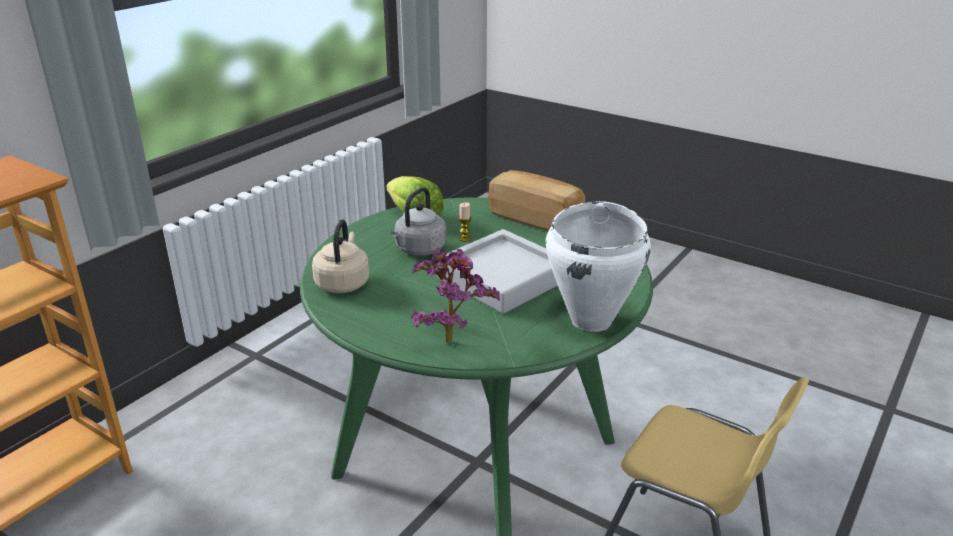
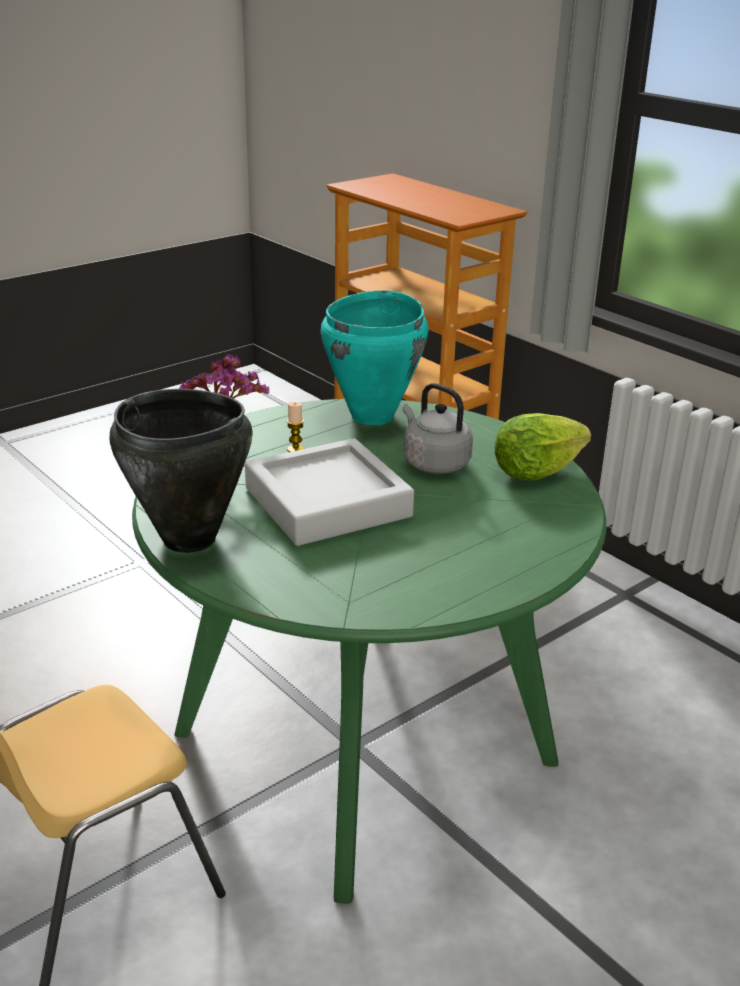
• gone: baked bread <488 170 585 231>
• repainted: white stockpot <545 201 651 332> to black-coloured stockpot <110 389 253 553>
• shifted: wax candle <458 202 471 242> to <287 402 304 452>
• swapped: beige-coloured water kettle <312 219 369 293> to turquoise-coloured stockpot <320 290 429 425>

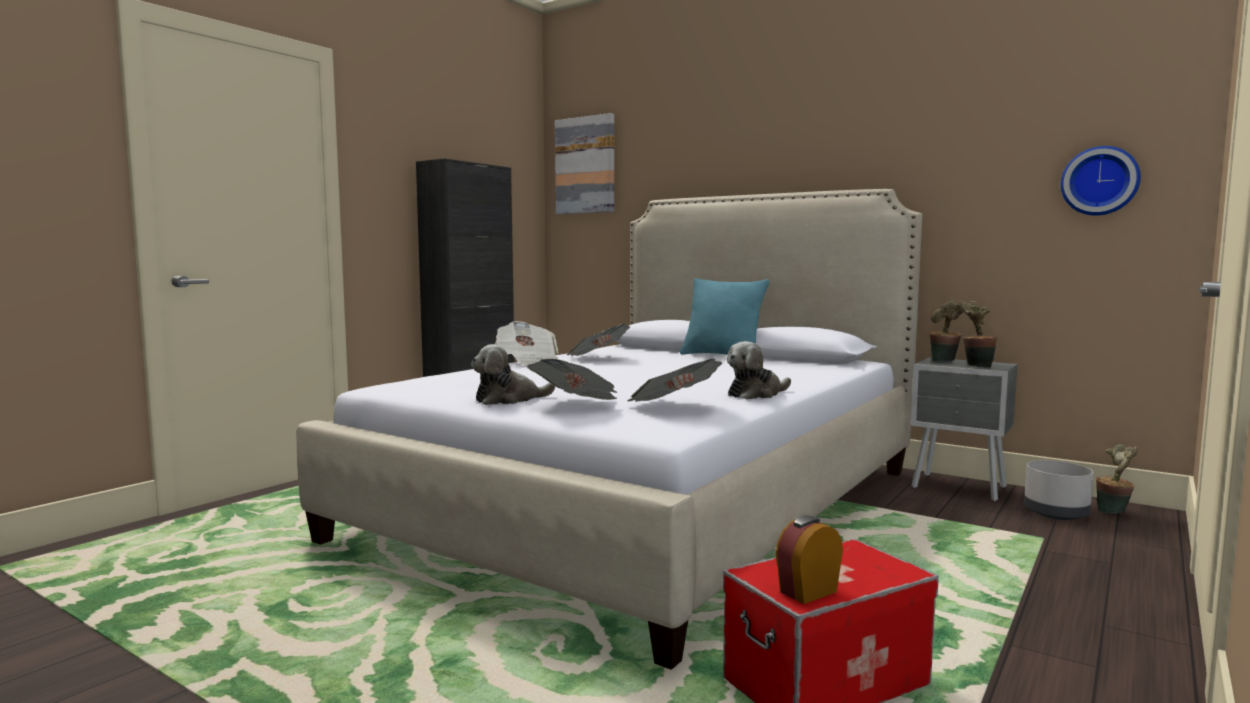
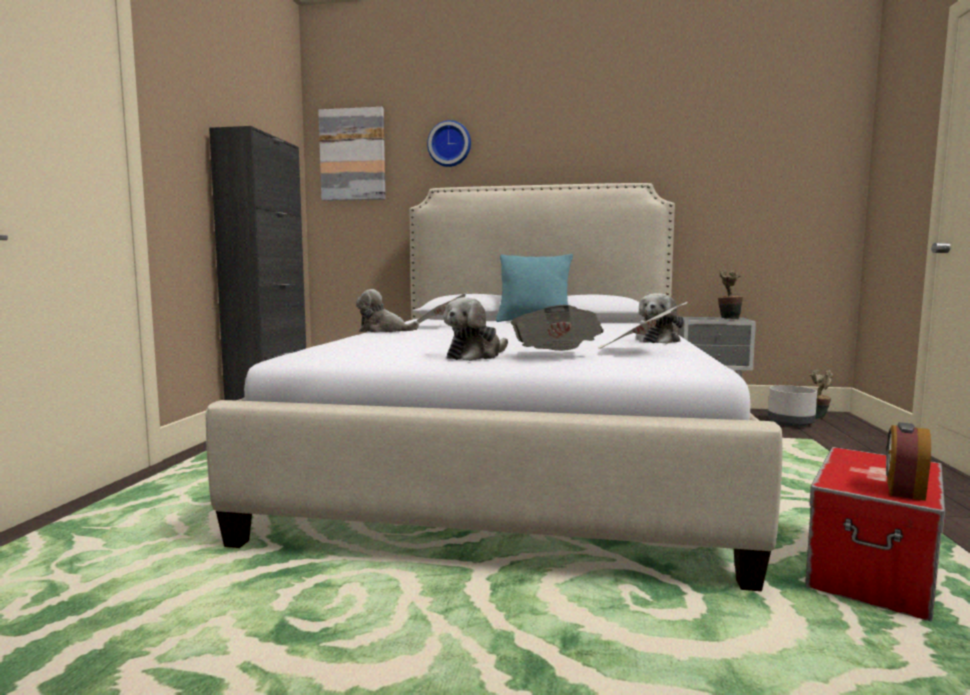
• shifted: clock on the wall <1061 146 1141 215> to <427 120 471 167>
• gone: potted plant <929 300 964 362>
• swapped: daily paper <495 321 558 366> to soft toy <356 289 419 332>

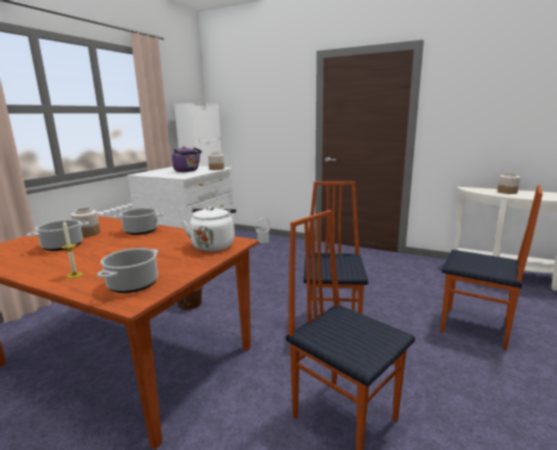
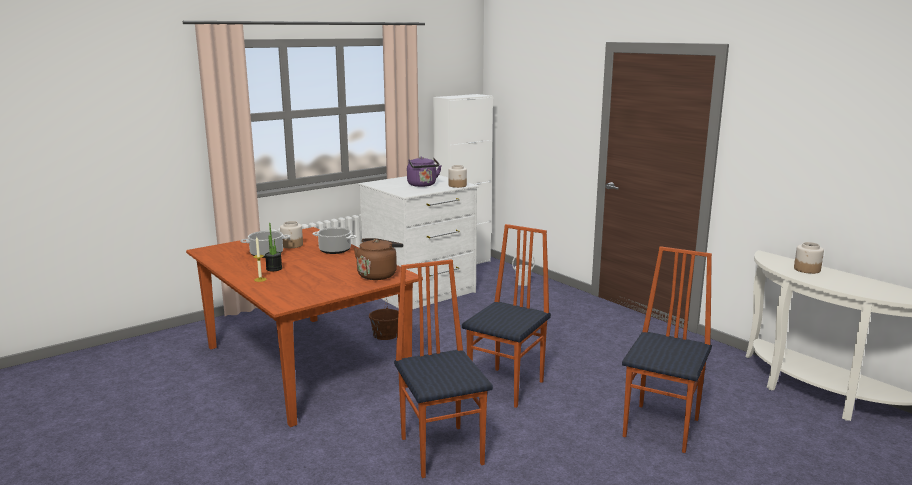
• rotated: plain chair <440 185 543 350> = <622 246 712 453> 120 degrees counterclockwise
• repainted: white water kettle <181 207 236 252> to brown-coloured water kettle <354 238 403 280>
• gone: stockpot <97 248 158 293>
• new: potted plant <265 223 282 271>

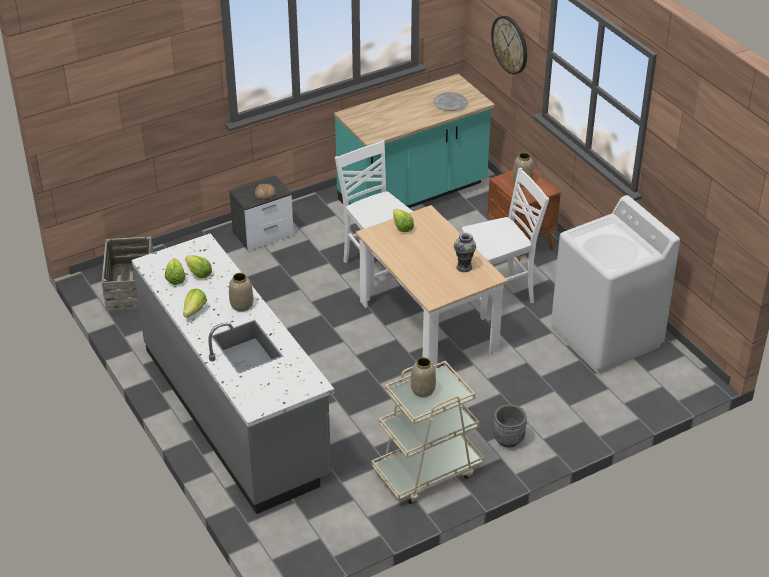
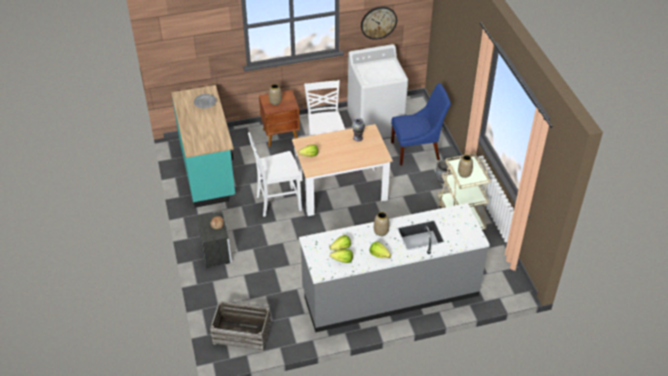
• shifted: clock on the wall <491 16 527 74> to <361 6 397 40>
• new: blue plain chair <391 83 451 166>

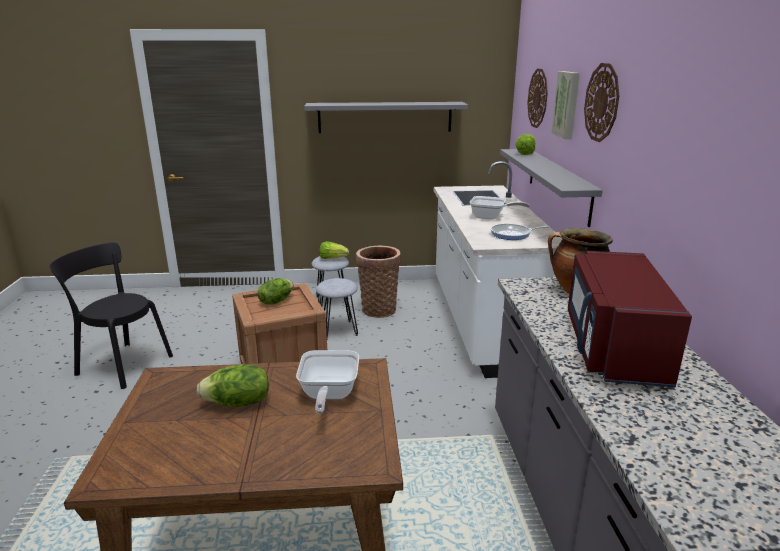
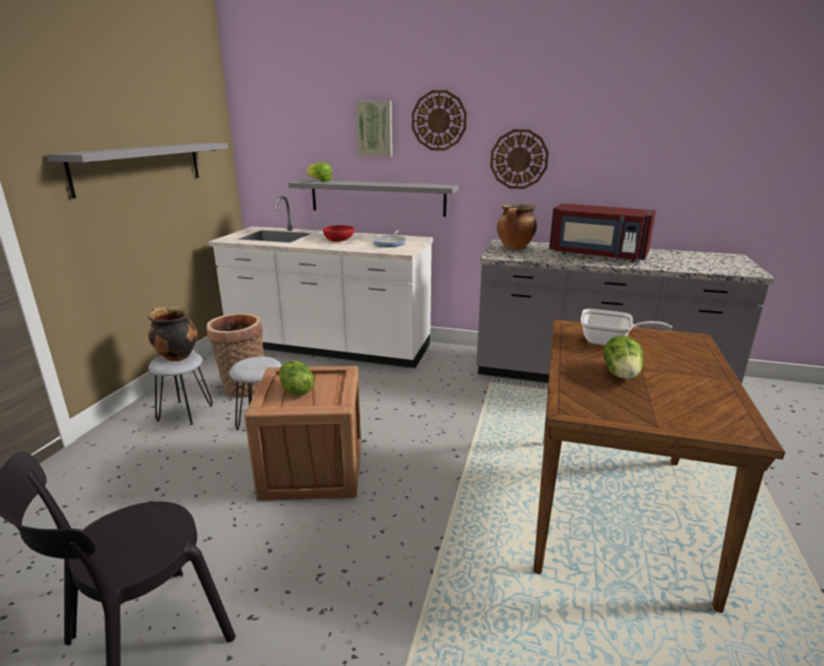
• shifted: clock on the wall <527 68 548 128> to <490 129 549 189>
• swapped: pan <470 196 530 220> to reddish bowl <323 225 354 242>
• swapped: lettuce <319 241 349 259> to stockpot <148 307 198 361>

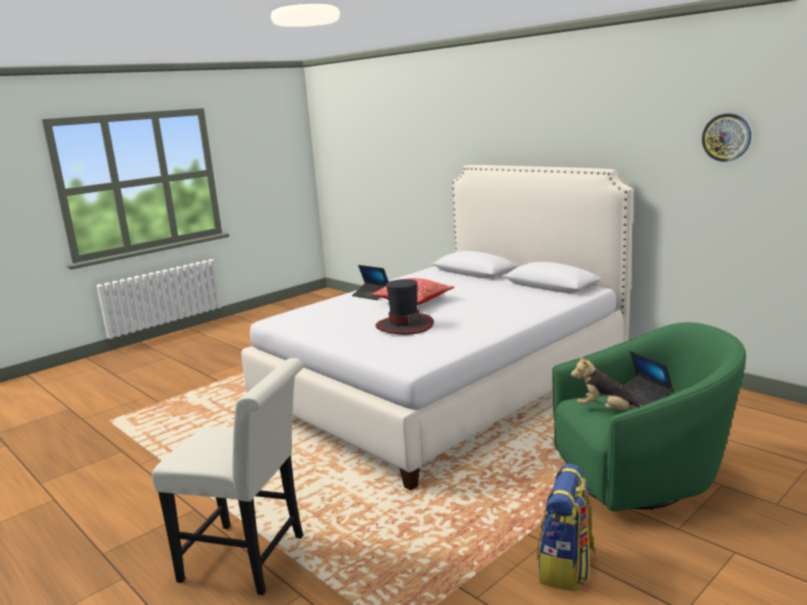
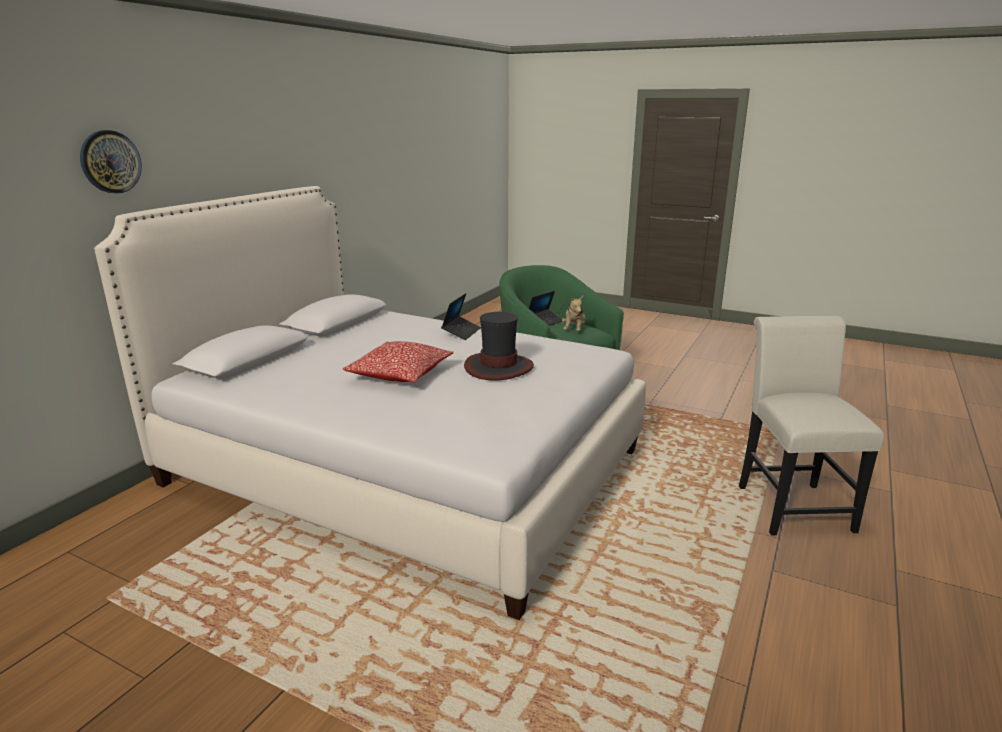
• shifted: clock on the wall <702 113 751 162> to <80 130 142 194>
• shifted: laptop <352 265 389 300> to <441 293 481 340>
• gone: rucksack <537 464 595 592>

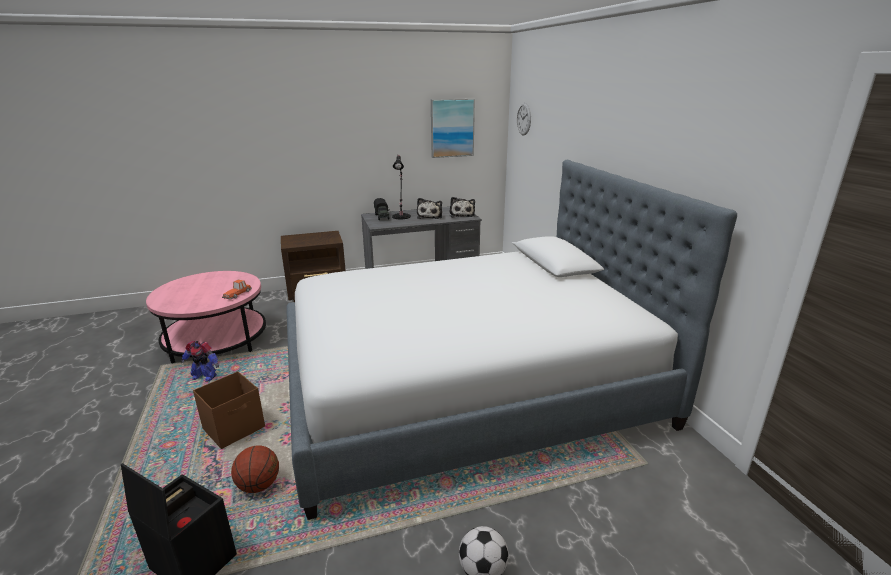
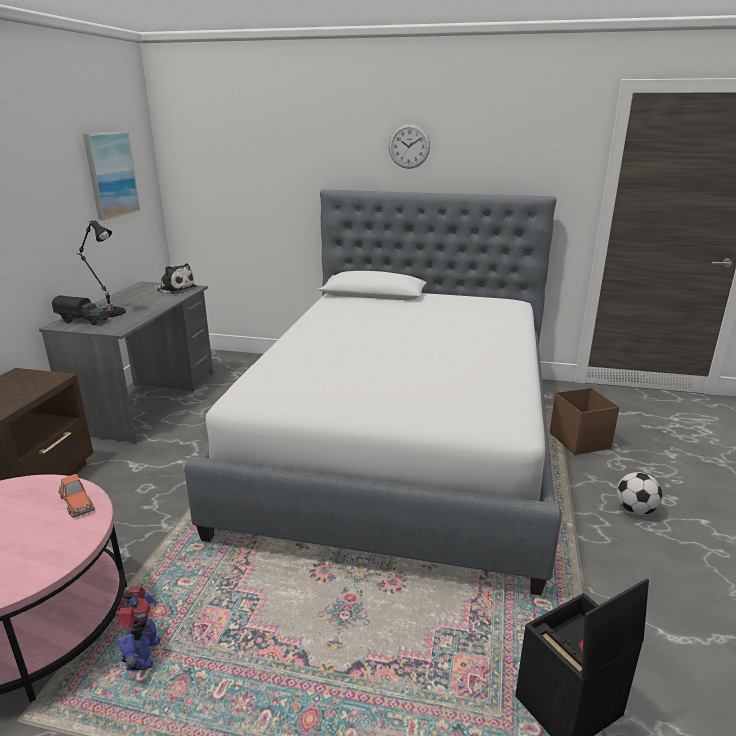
• shifted: clock on the wall <517 103 531 135> to <388 124 430 169>
• gone: soft toy <417 198 442 219>
• rotated: model robot <181 341 219 382> = <115 586 161 671> 45 degrees counterclockwise
• shifted: brown-coloured storage box <193 371 265 449> to <550 388 619 455>
• gone: ball for basketball <231 446 279 493>

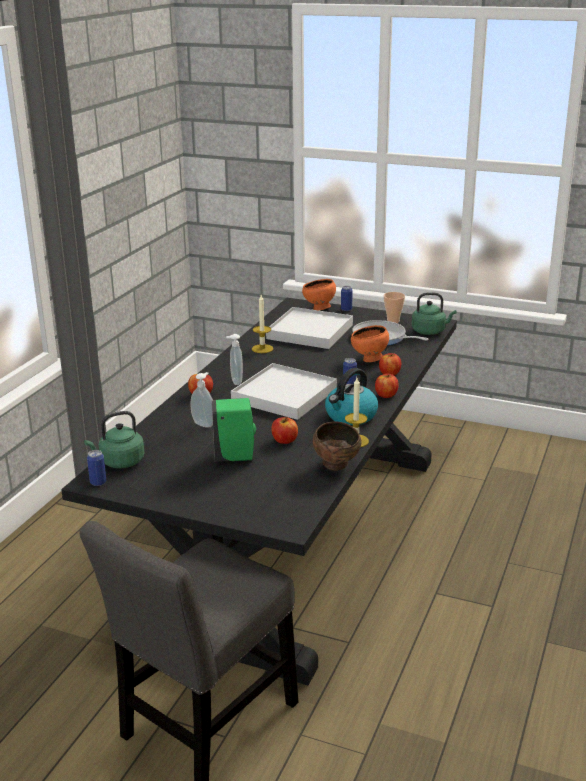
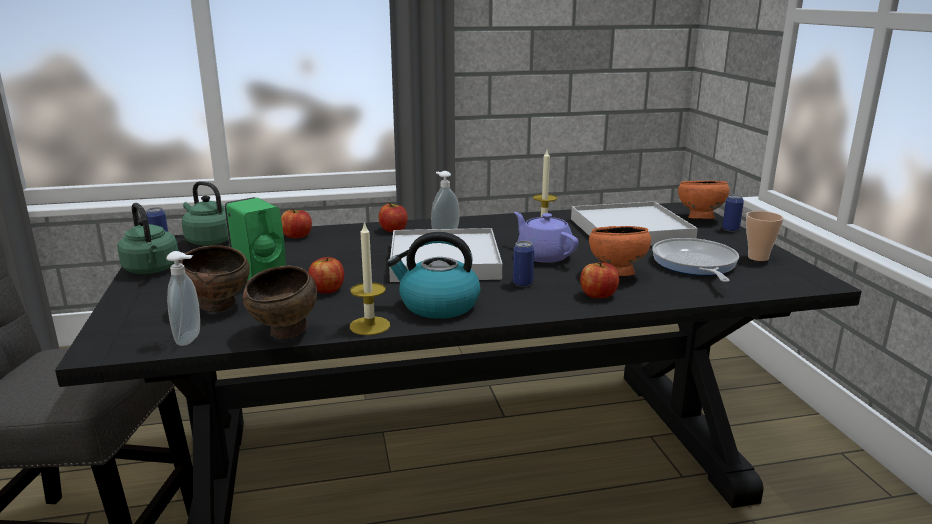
• shifted: green water kettle <412 292 457 335> to <117 203 178 274>
• shifted: liquid soap bottle <191 372 213 428> to <166 251 200 346>
• shifted: apple fruit <375 374 399 398> to <281 209 312 238>
• new: purple pot for tea <514 212 579 263>
• new: brown-coloured bowl <180 245 250 312>

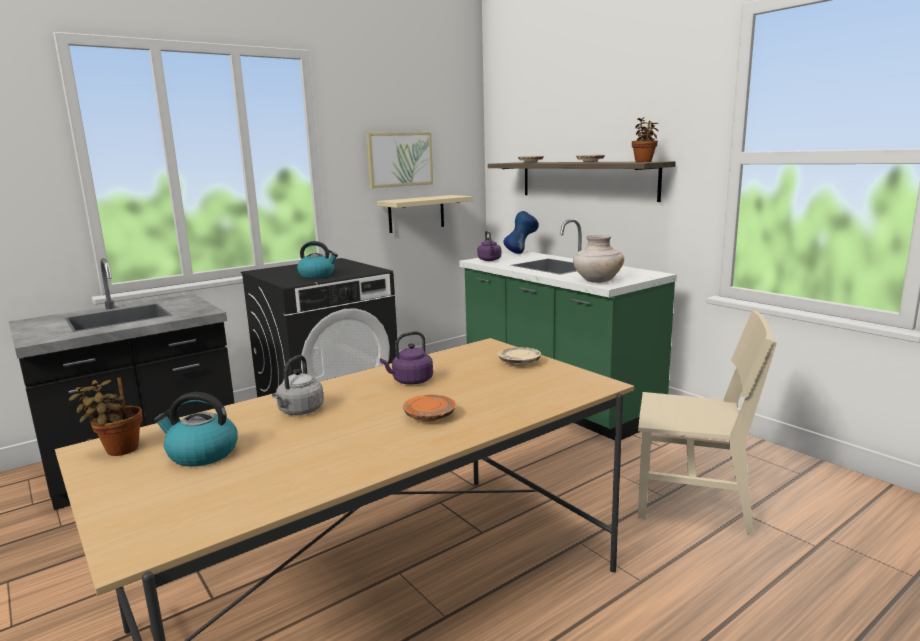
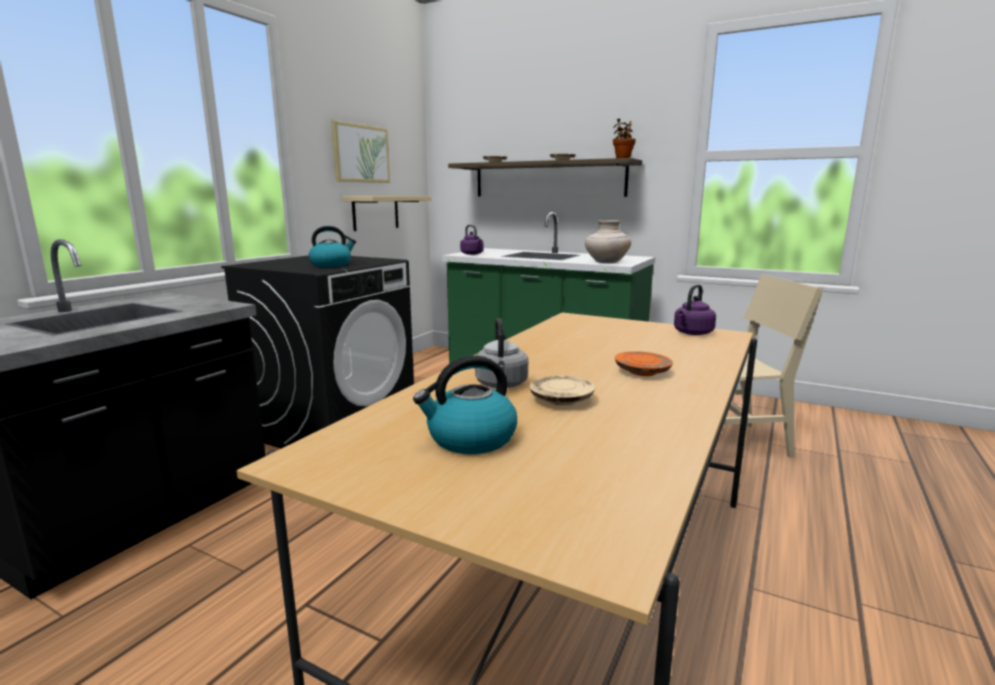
• gone: blue decorative vase <503 211 539 254>
• shifted: purple water kettle <380 332 433 385> to <674 284 716 335>
• shifted: beige-coloured dinner plate <498 347 541 366> to <529 376 595 406>
• gone: potted plant <69 377 143 456>

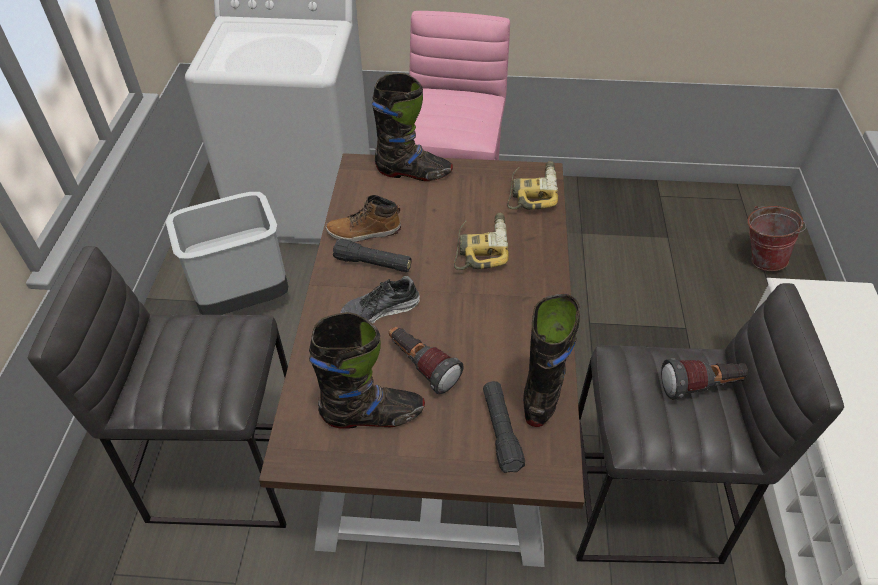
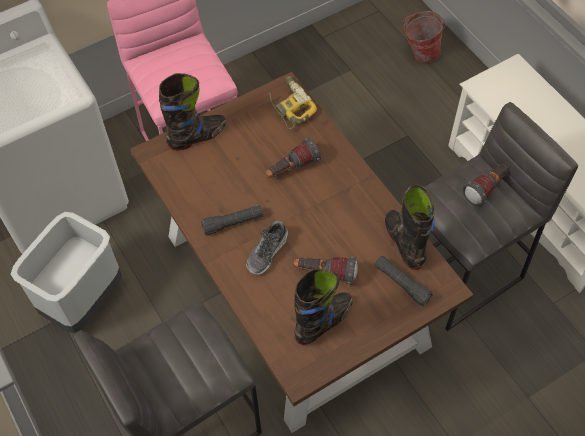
• gone: tall boot <326 195 401 242>
• swapped: power drill <454 212 509 270> to torch <266 138 321 178>

